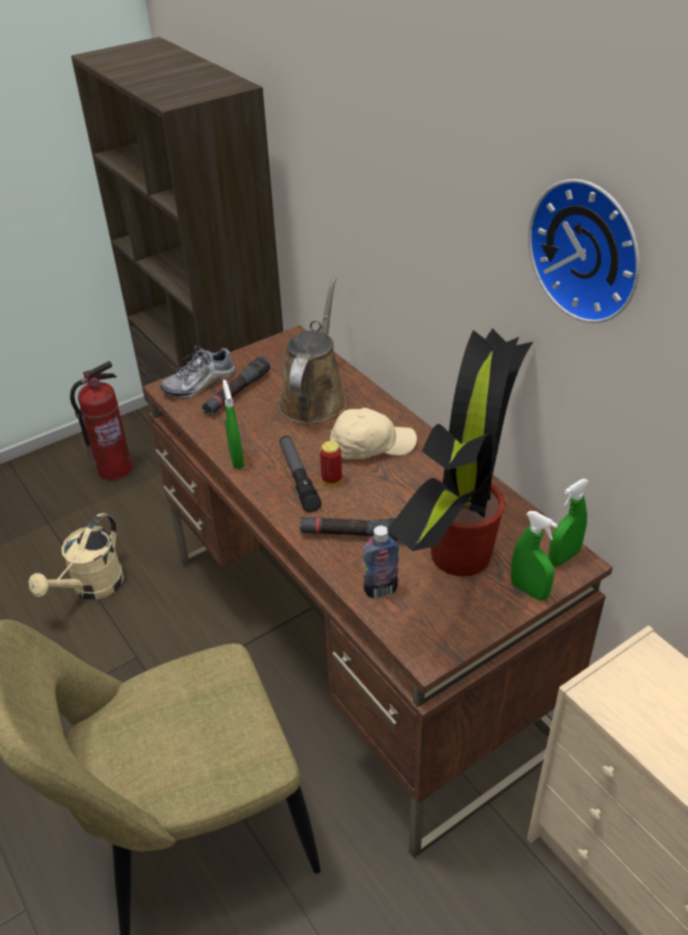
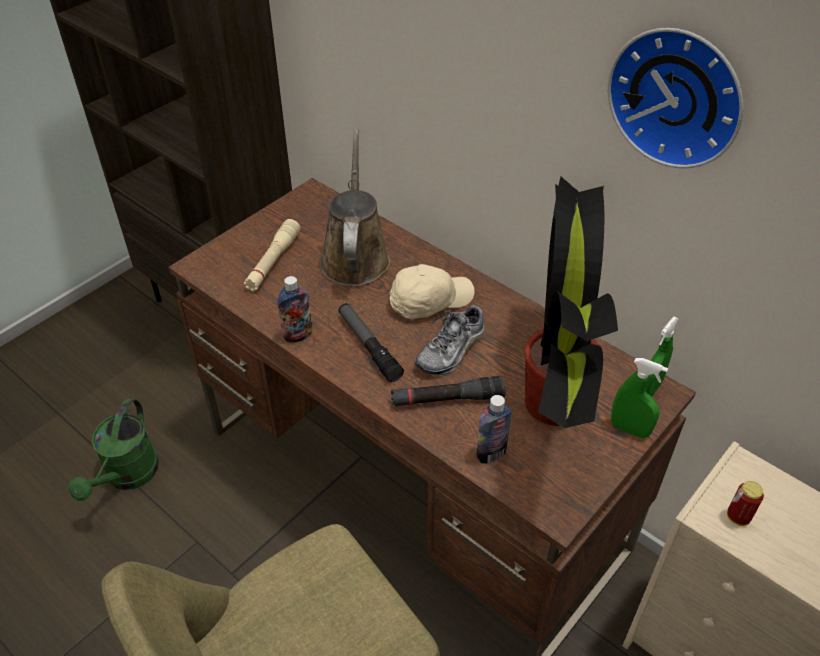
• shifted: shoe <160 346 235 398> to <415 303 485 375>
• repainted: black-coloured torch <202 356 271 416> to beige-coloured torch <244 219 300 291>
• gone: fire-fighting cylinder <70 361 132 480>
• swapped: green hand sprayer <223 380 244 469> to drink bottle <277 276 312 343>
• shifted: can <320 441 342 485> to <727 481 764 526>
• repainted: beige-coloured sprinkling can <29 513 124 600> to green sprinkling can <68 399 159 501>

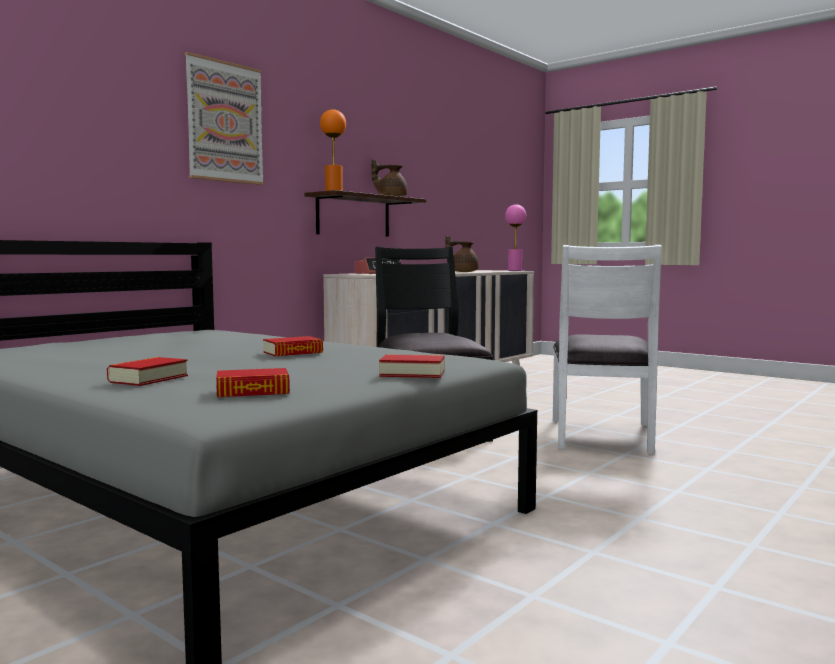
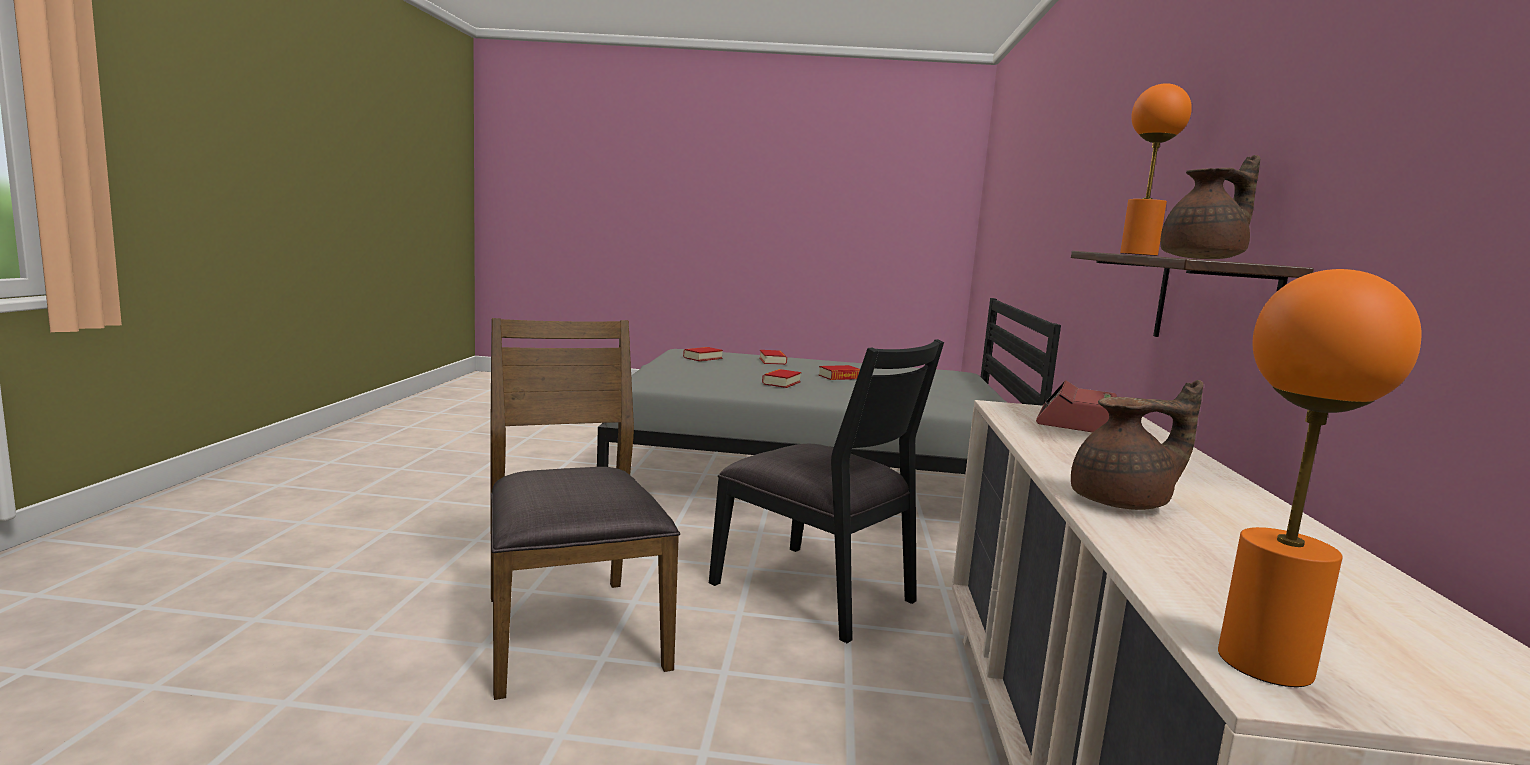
• gone: picture <185 52 264 185>
• repainted: pink-coloured lamp for a table <505 205 526 271> to orange-coloured lamp for a table <1218 269 1422 687>
• repainted: white plain chair <553 245 662 454> to brown-coloured plain chair <490 318 680 700>
• shifted: volume <379 354 445 378> to <819 365 860 380>

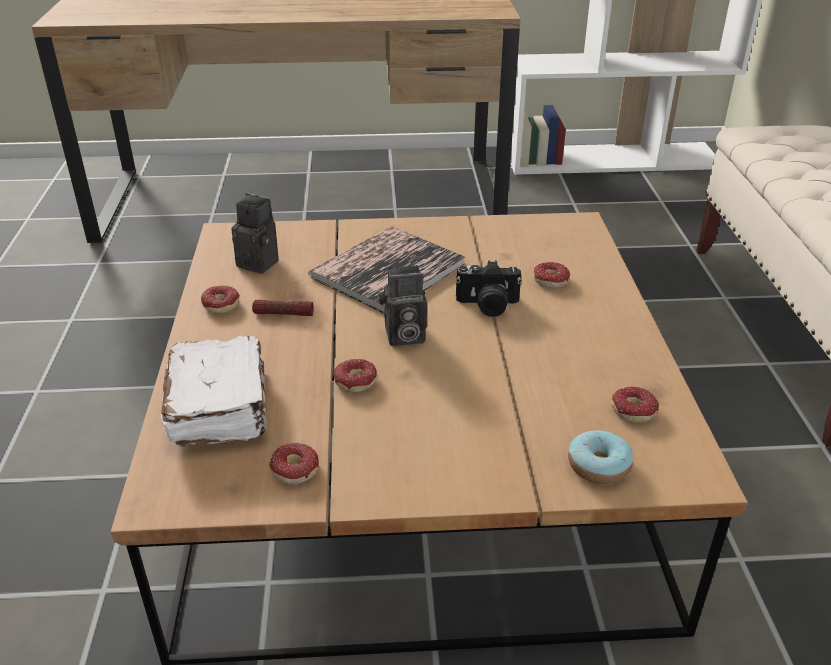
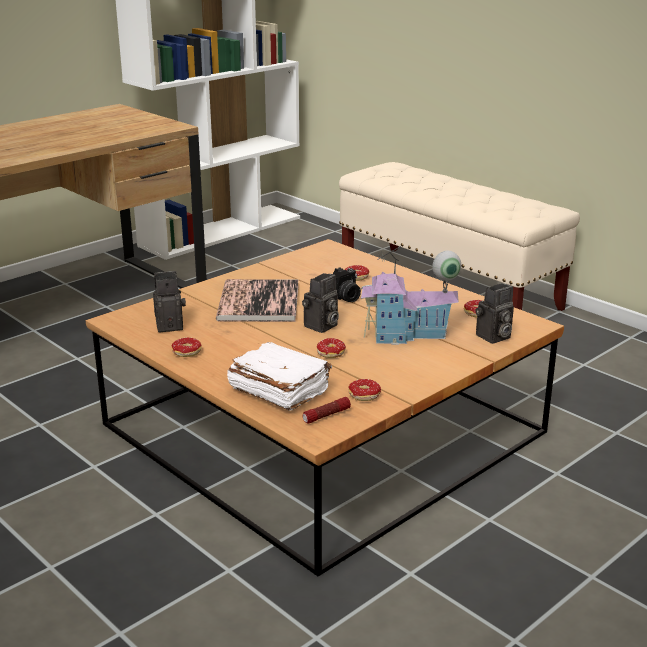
• shifted: torch <252 300 314 316> to <303 397 351 424>
• swapped: ring doughnut <568 430 634 484> to still camera <475 283 514 344>
• new: model house <361 246 461 345>

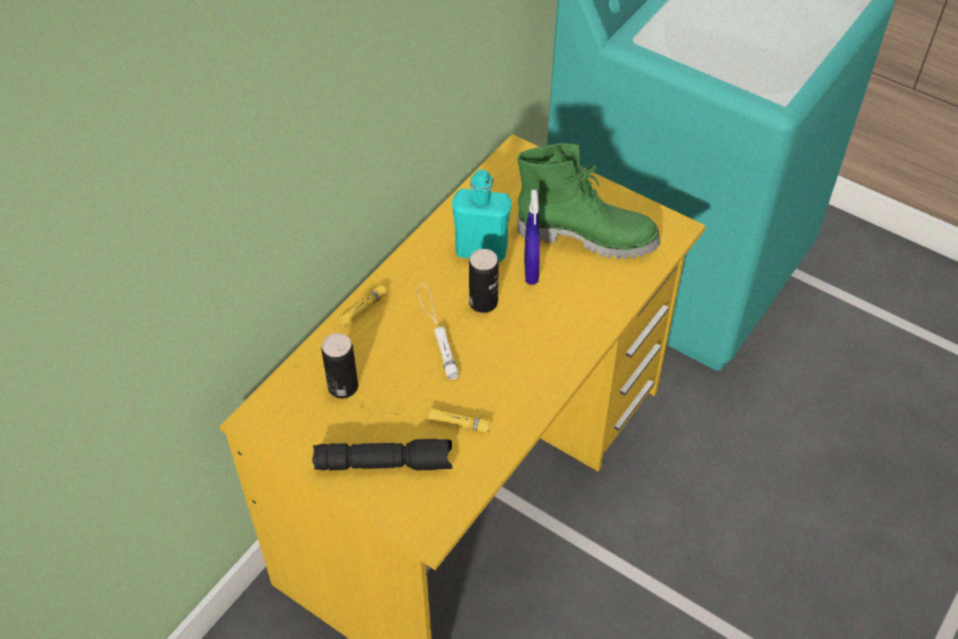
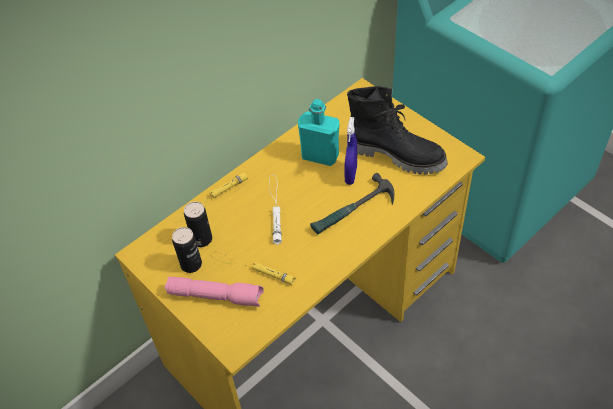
• repainted: green tall boot <517 143 661 259> to black-coloured tall boot <347 86 447 174>
• shifted: can <469 249 499 313> to <172 227 202 273>
• repainted: black-coloured torch <312 439 452 471> to pink-coloured torch <165 277 264 307>
• new: tool hammer <310 173 394 234>

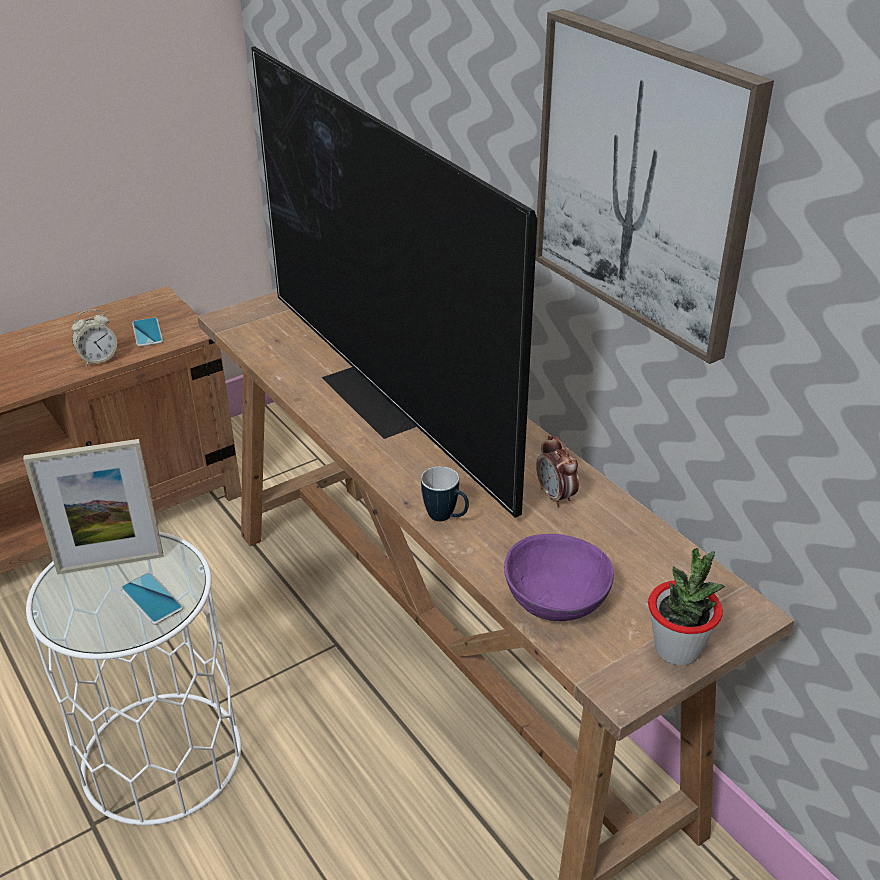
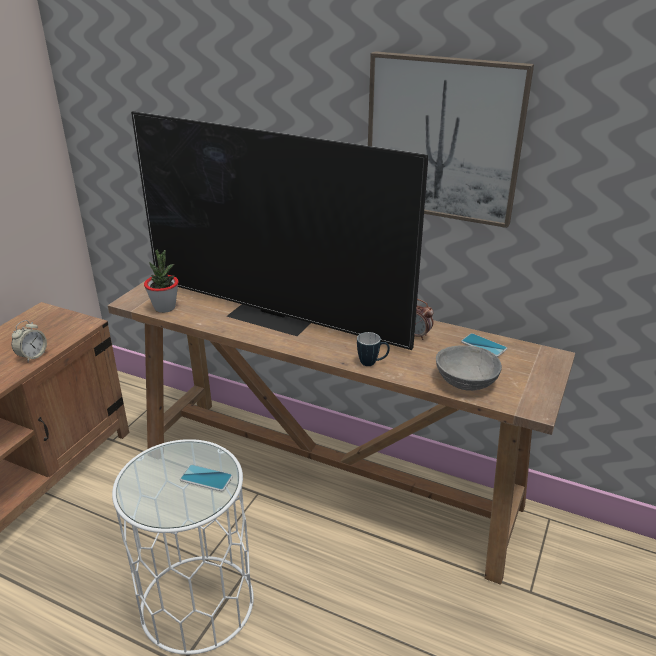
• shifted: phone <132 317 163 347> to <461 333 507 357>
• gone: picture frame <23 439 163 574>
• repainted: purple bowl <504 534 614 621> to grey bowl <436 345 502 391>
• shifted: potted plant <648 548 725 665> to <144 249 179 313>

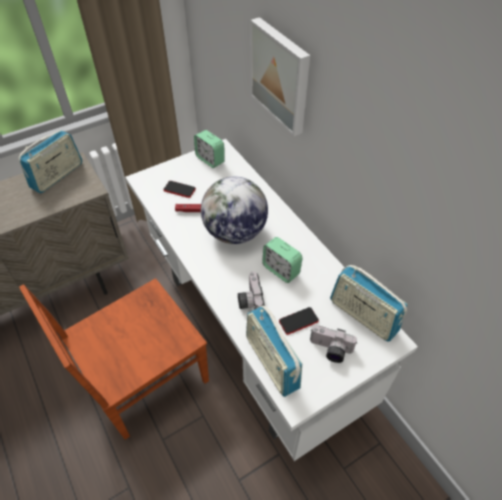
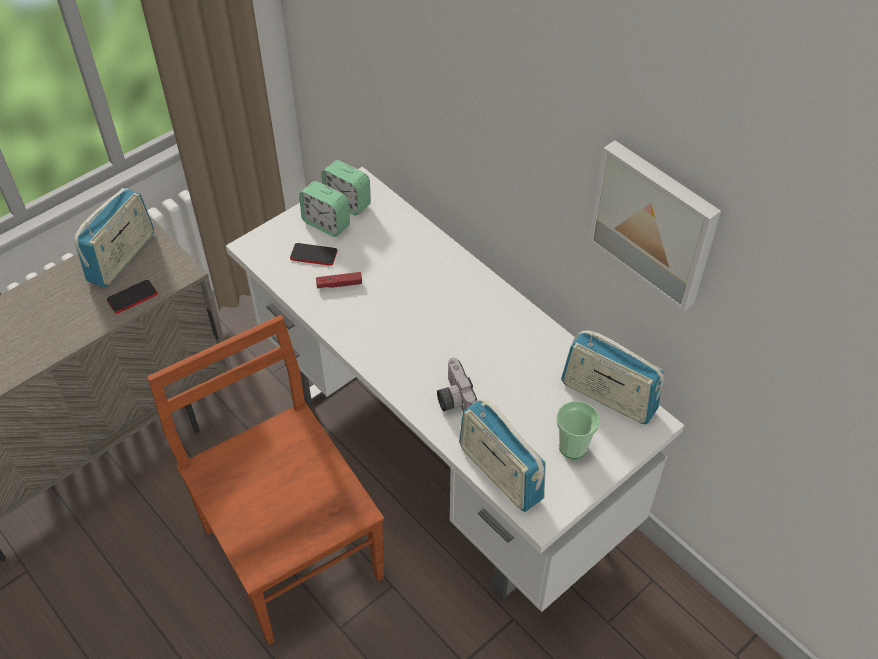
• shifted: picture <250 17 310 136> to <589 140 721 312>
• gone: desk globe <201 177 268 244>
• shifted: bedside clock <262 237 303 283> to <299 181 350 237>
• rotated: brown-coloured plain chair <19 278 209 440> = <147 315 384 645> 105 degrees clockwise
• shifted: phone <279 307 319 335> to <106 280 157 314>
• swapped: still camera <310 325 357 363> to small cup <556 401 600 459>

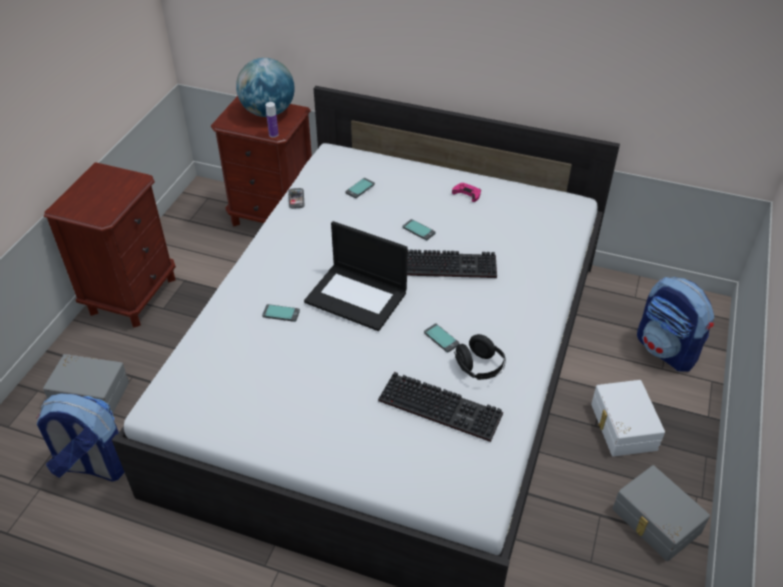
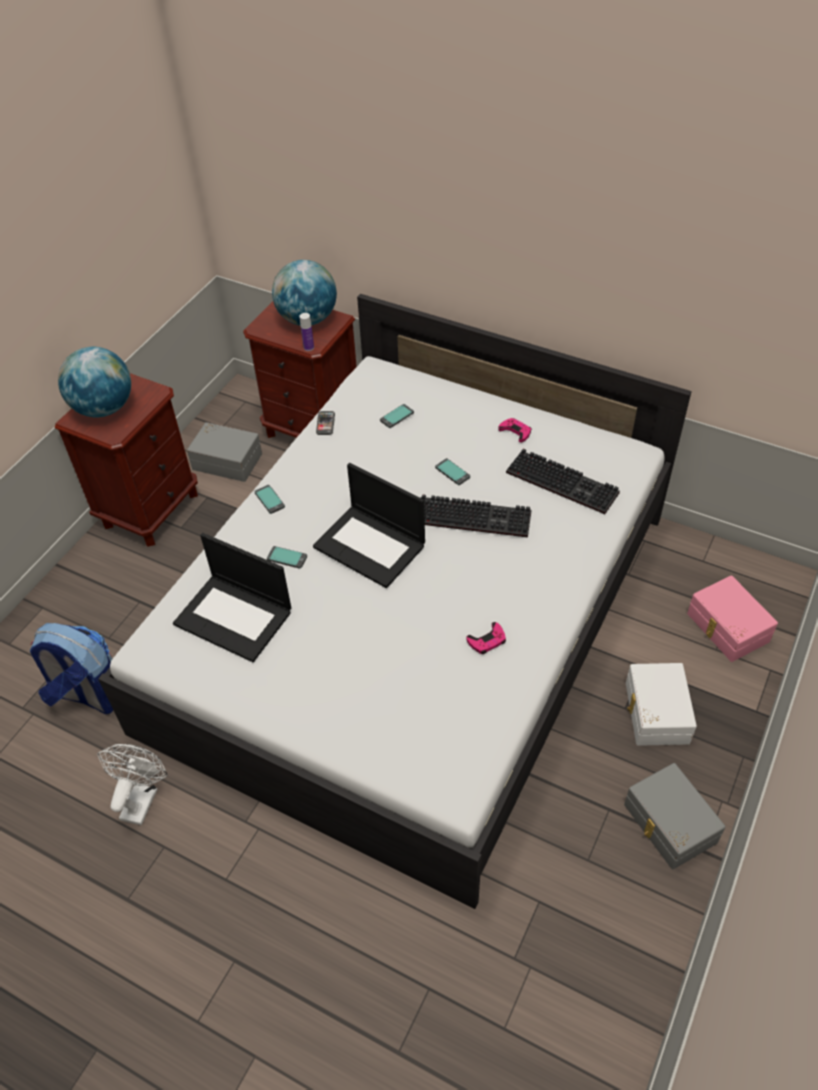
• swapped: rucksack <637 277 714 372> to pink-coloured storage box <687 575 778 662>
• shifted: phone <424 324 460 352> to <254 485 285 514>
• swapped: black-coloured headset <454 334 506 380> to pink-coloured gamepad <467 622 506 654>
• shifted: grey storage box <43 354 129 413> to <187 422 262 482>
• shifted: PC keyboard <378 372 503 442> to <506 449 620 514>
• new: desk globe <58 347 131 417>
• new: laptop <173 533 291 662>
• new: white electric fan <97 744 167 825>

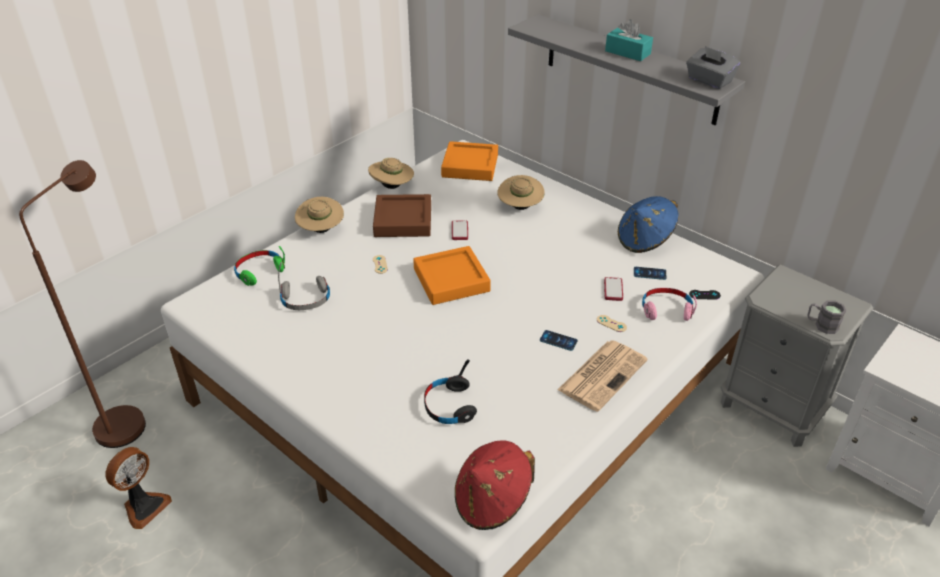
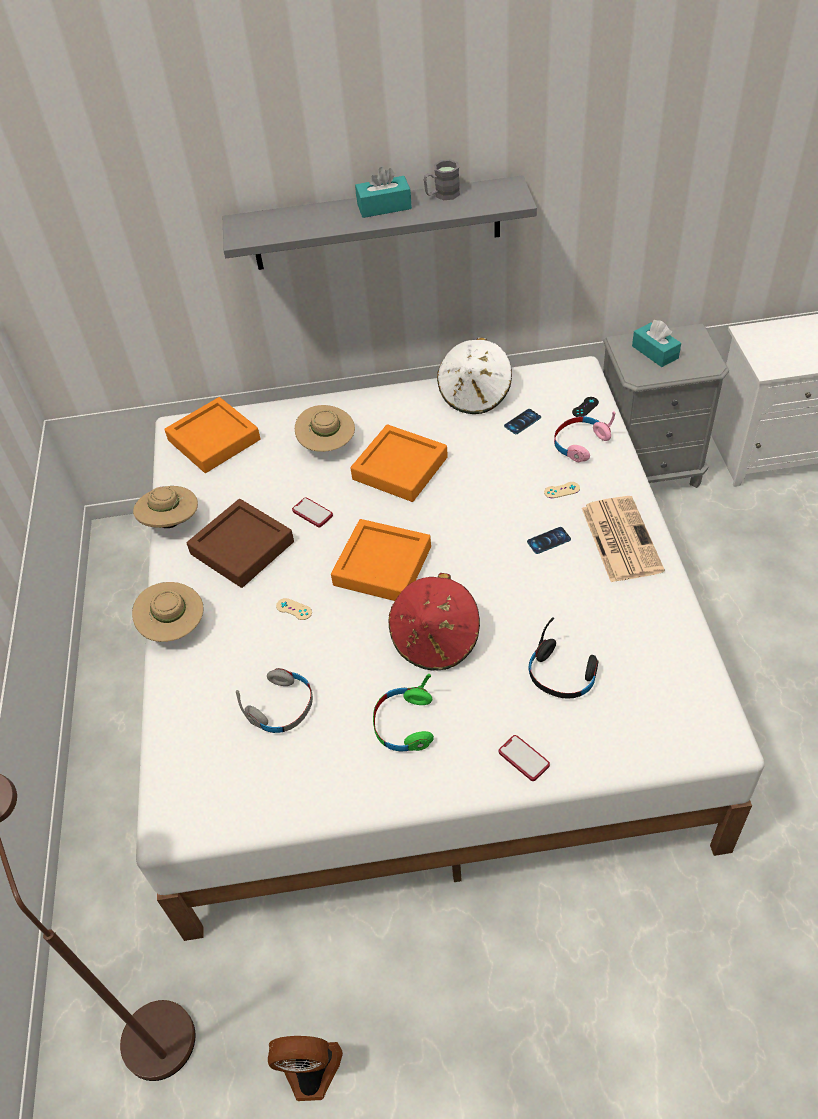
• gone: grey box of tissues <686 46 740 89>
• repainted: blue wearable hat <618 196 679 253> to white wearable hat <437 337 512 414>
• shifted: green headset <234 246 285 286> to <373 674 434 751>
• shifted: phone <604 277 623 301> to <499 735 550 781>
• shifted: grey tea mug <807 300 846 334> to <424 159 460 200>
• shifted: reddish wearable hat <455 440 535 530> to <389 573 480 670>
• rotated: electric fan <105 447 172 529> = <268 1036 343 1101> 75 degrees counterclockwise
• new: turquoise-coloured box of tissues <632 320 681 367>
• new: orange-coloured serving tray <351 424 448 502>

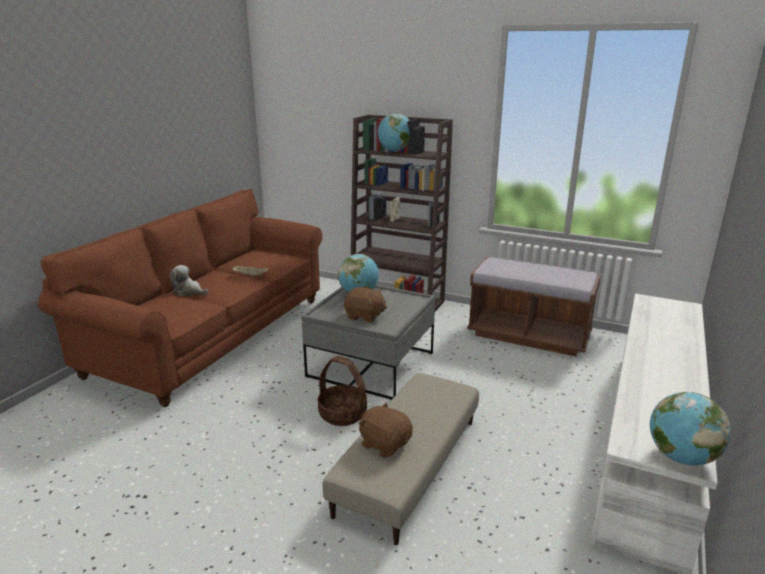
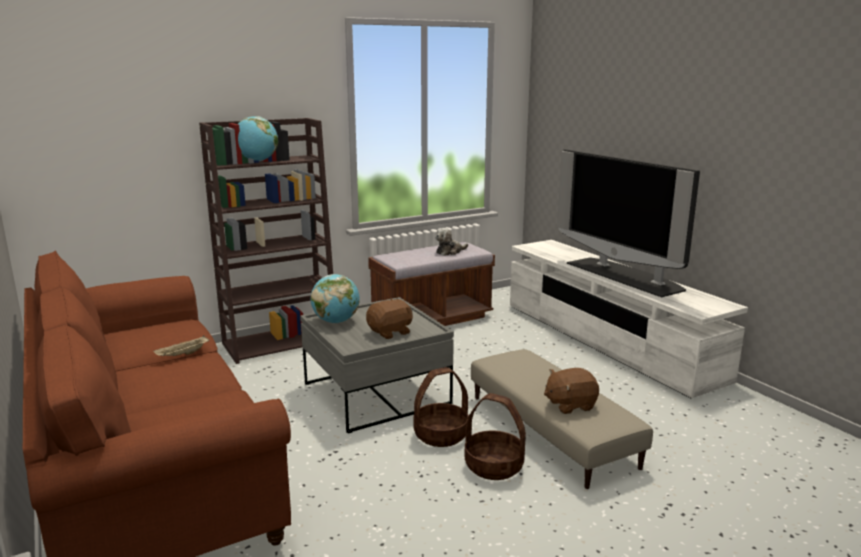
• shifted: soft toy <169 265 209 296> to <436 228 468 256>
• gone: desk globe <650 392 730 465>
• new: television <557 149 700 297>
• new: household basket <464 393 526 480>

